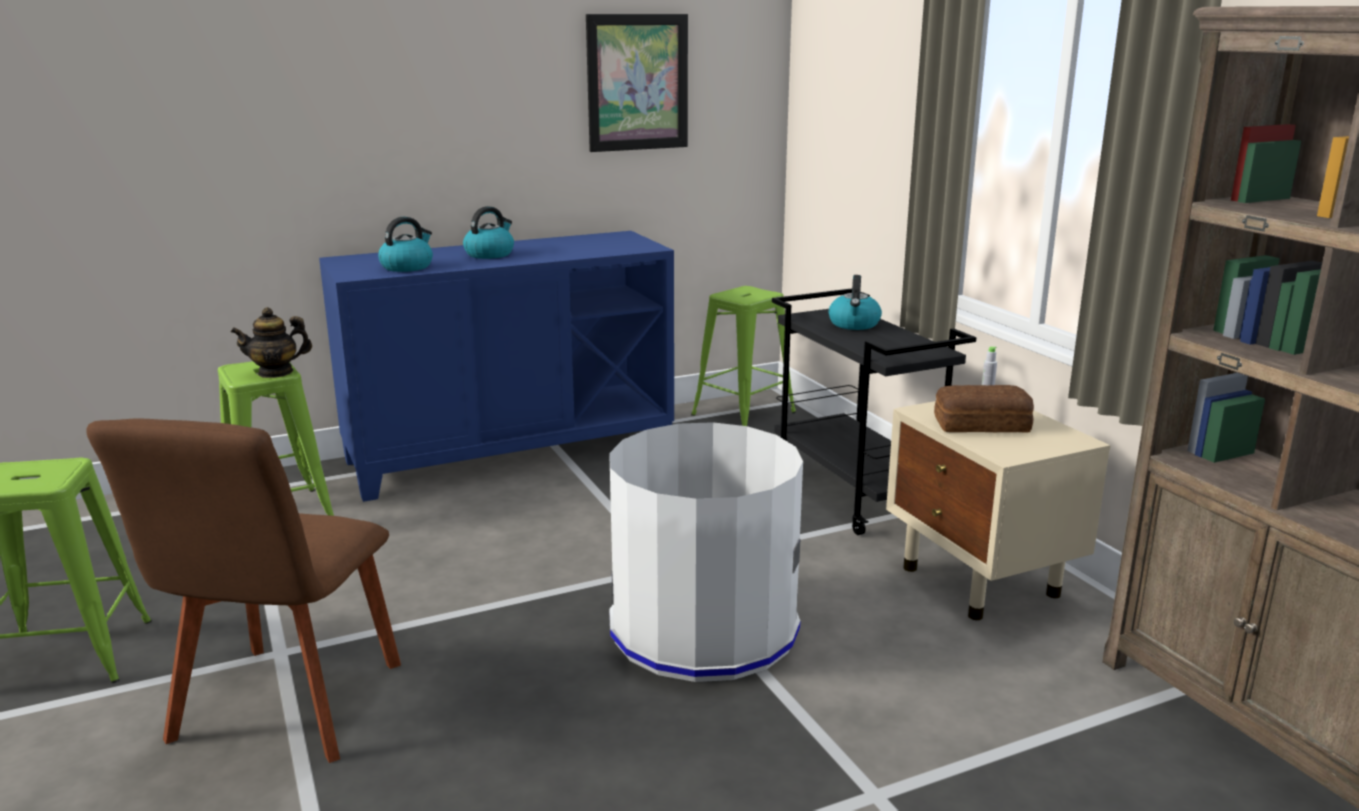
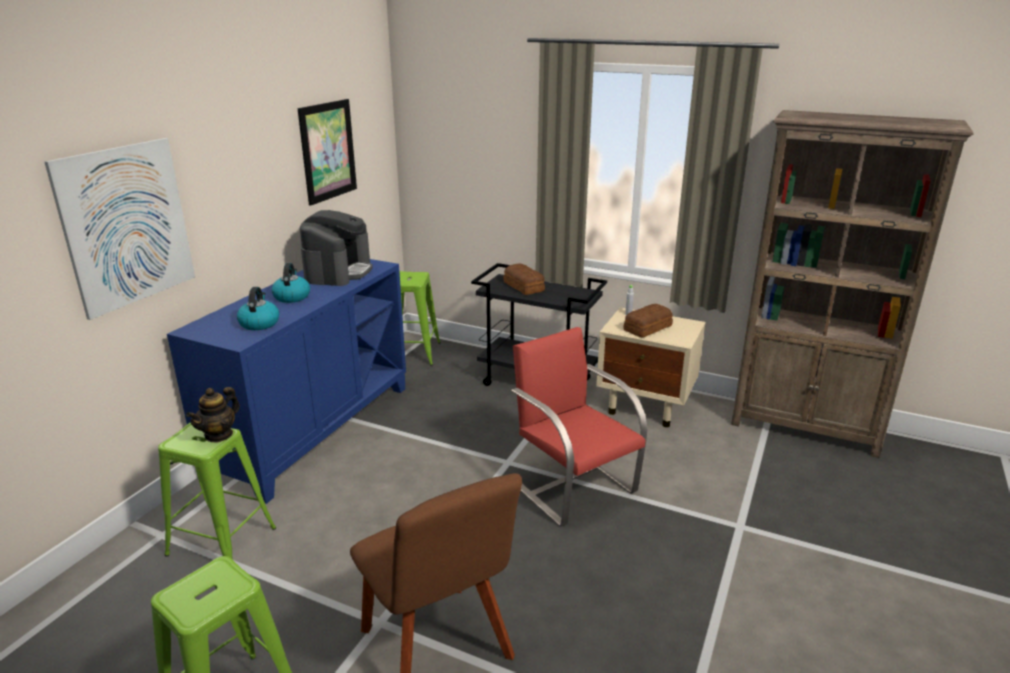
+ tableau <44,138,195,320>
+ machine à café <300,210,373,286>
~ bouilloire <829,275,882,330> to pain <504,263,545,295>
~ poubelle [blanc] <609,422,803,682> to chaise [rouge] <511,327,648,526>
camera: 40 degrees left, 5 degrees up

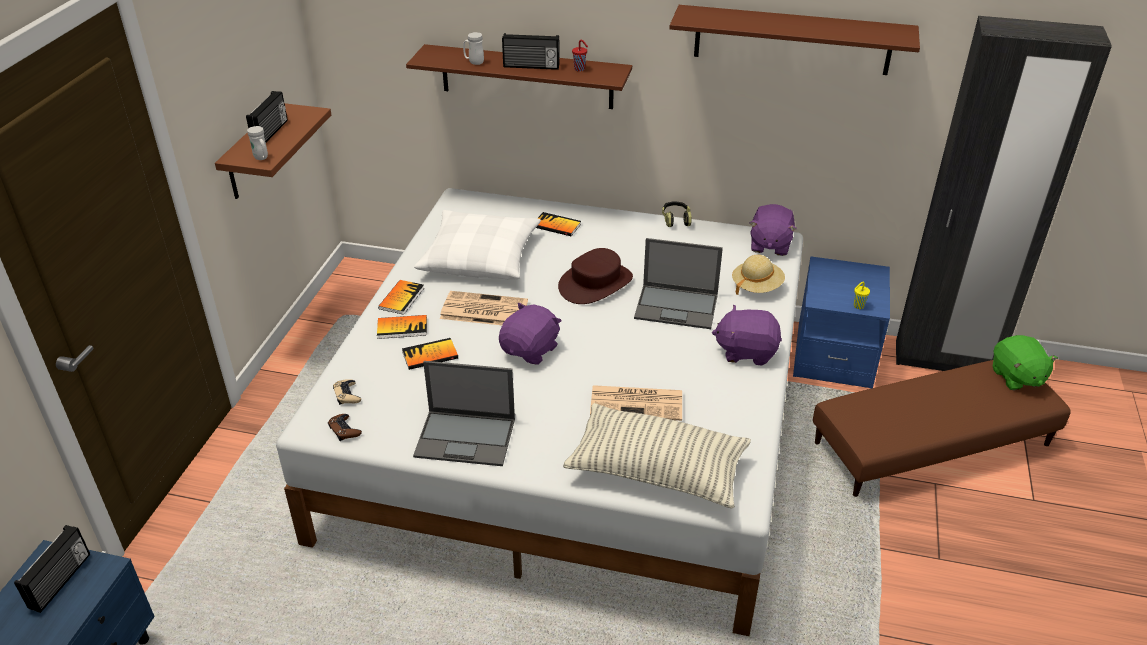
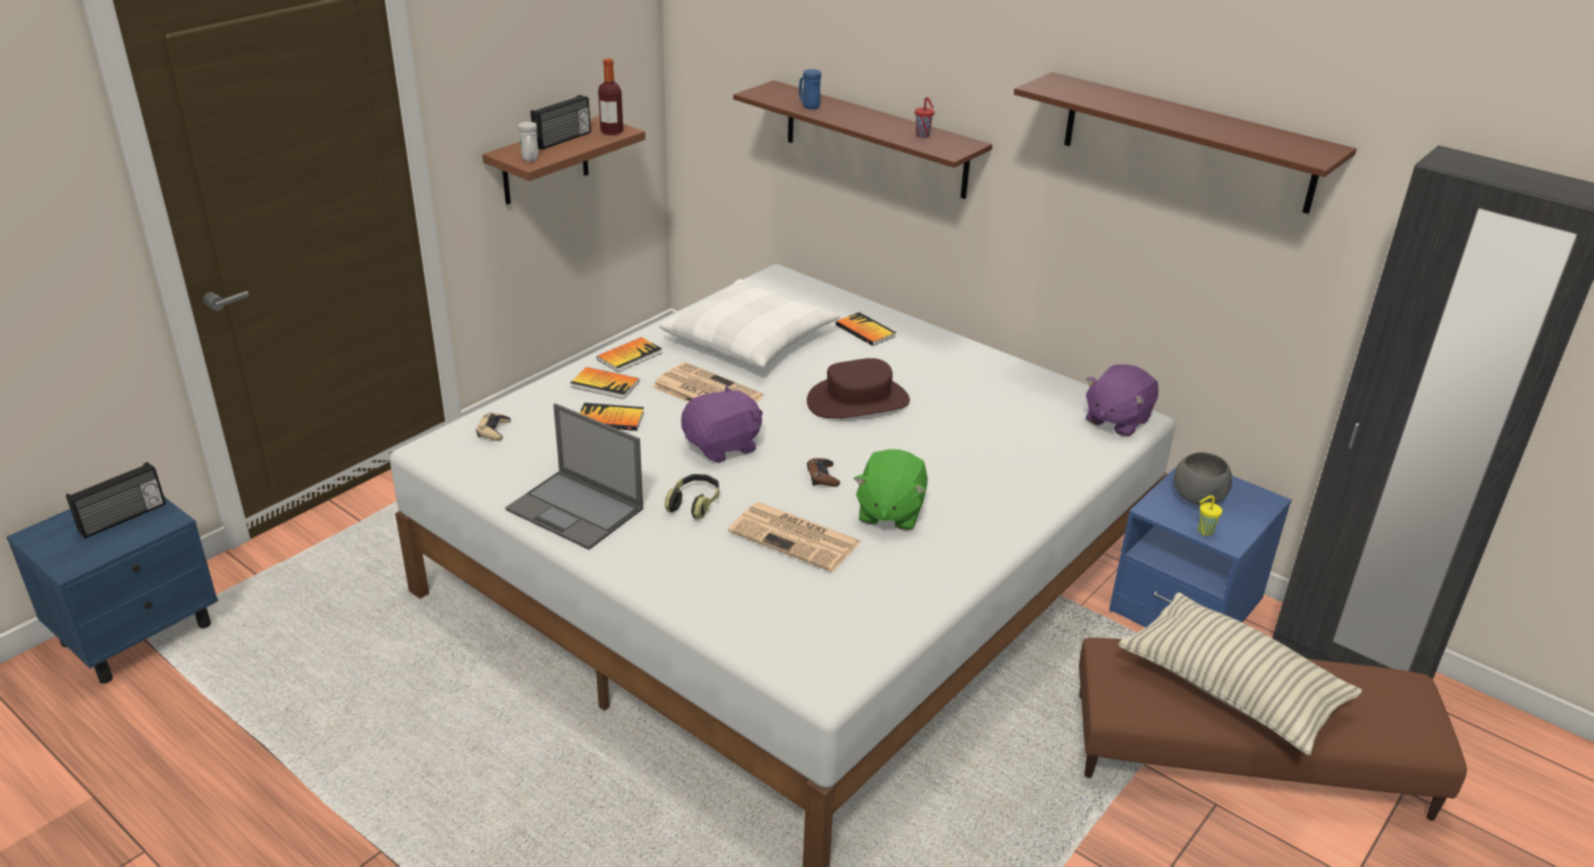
+ bouteille <598,59,623,135>
~ casque audio <662,201,692,227> to <665,474,719,519>
~ mug [blanc] <463,32,484,65> to mug [bleu] <799,69,821,110>
~ manette [marron] <328,414,362,441> to <807,458,840,487>
~ peluche [vert] <993,335,1058,391> to <854,449,928,530>
~ coussin <563,403,751,509> to <1118,592,1362,755>
+ bol [gris] <1174,452,1232,505>
- radio <502,33,560,70>
- ordinateur portable <634,238,723,329>
- peluche [violet] <712,304,782,366>
- chapeau [beige] <732,255,785,294>
camera: 25 degrees right, 5 degrees down

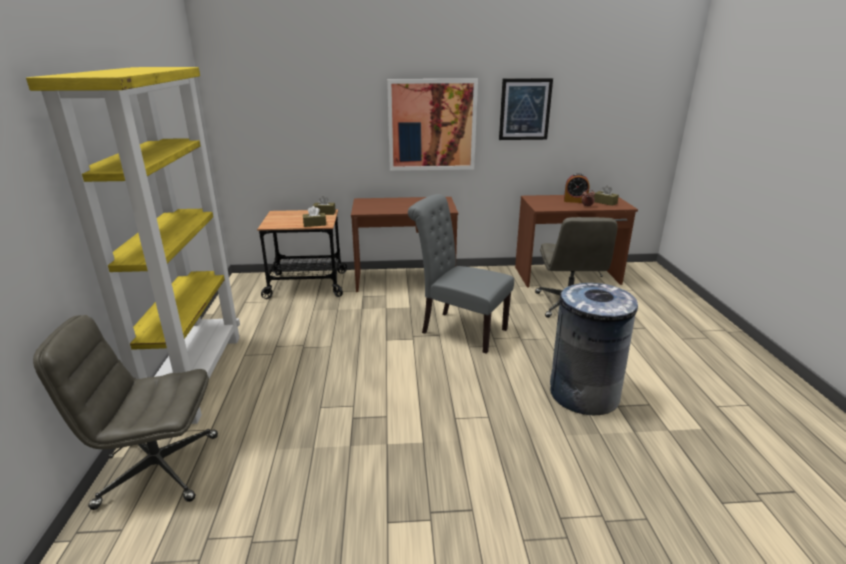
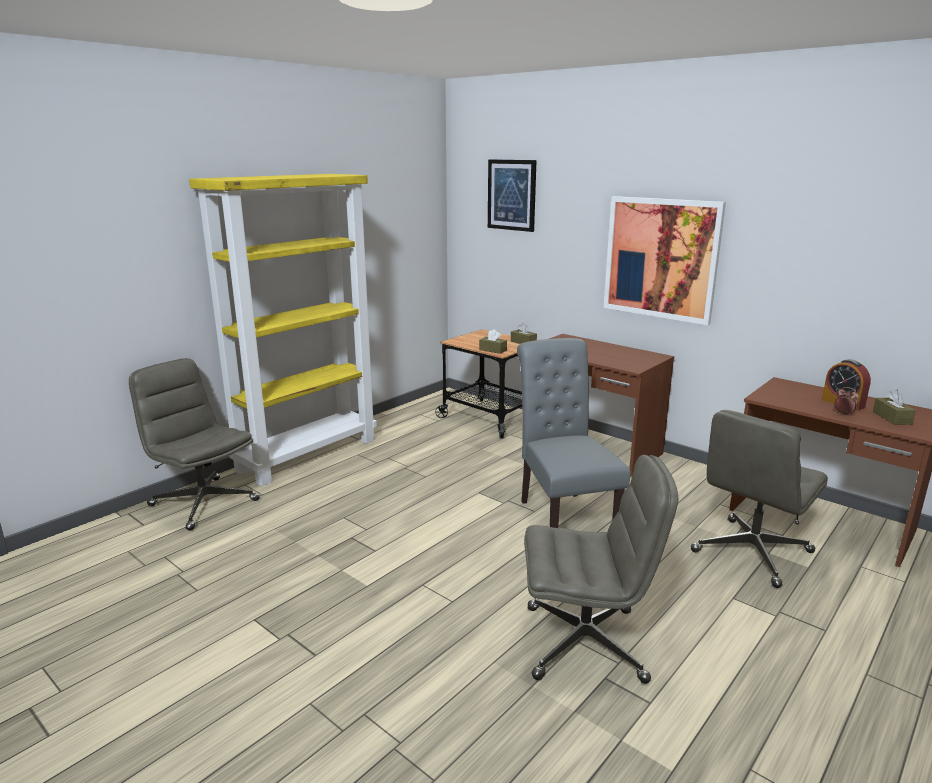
~ tableau <499,78,553,140> to <488,159,537,232>
~ poubelle [gris] <550,282,638,415> to chaise de bureau [gris] <524,455,678,684>
camera: 45 degrees right, 5 degrees down

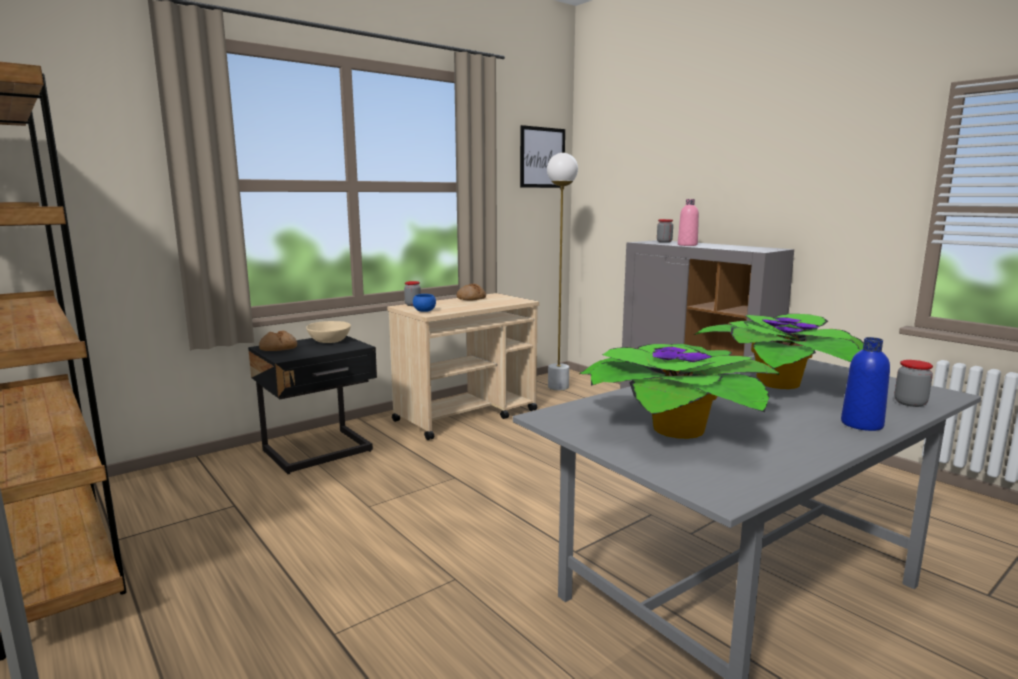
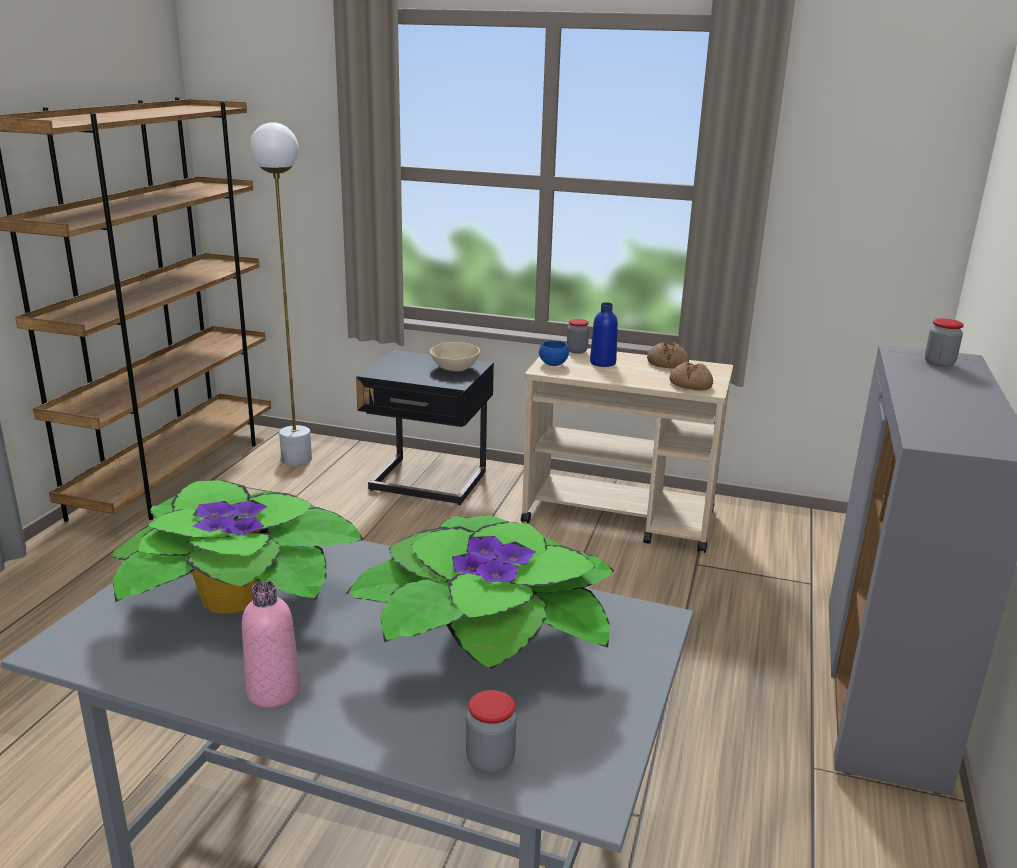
~ bouteille [rose] <678,199,699,246> to <242,581,300,708>
~ lampadaire [blanc] <547,153,578,391> to <250,122,312,466>
~ bouteille [bleu] <841,337,890,431> to <590,302,618,367>
~ pain <259,330,297,351> to <669,361,713,391>
- tableau <520,125,565,188>
camera: 55 degrees right, 10 degrees up

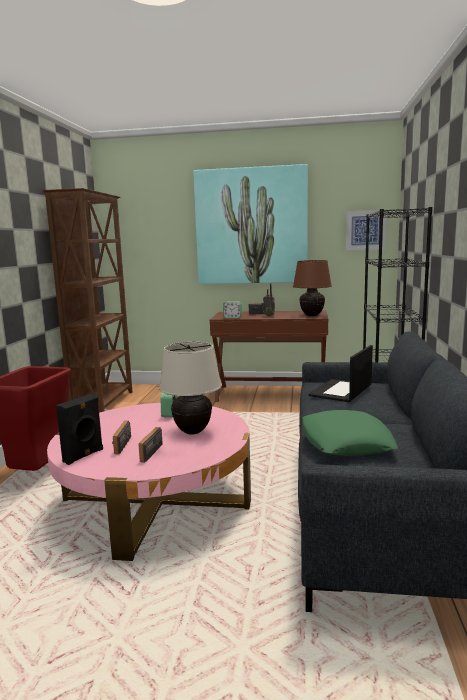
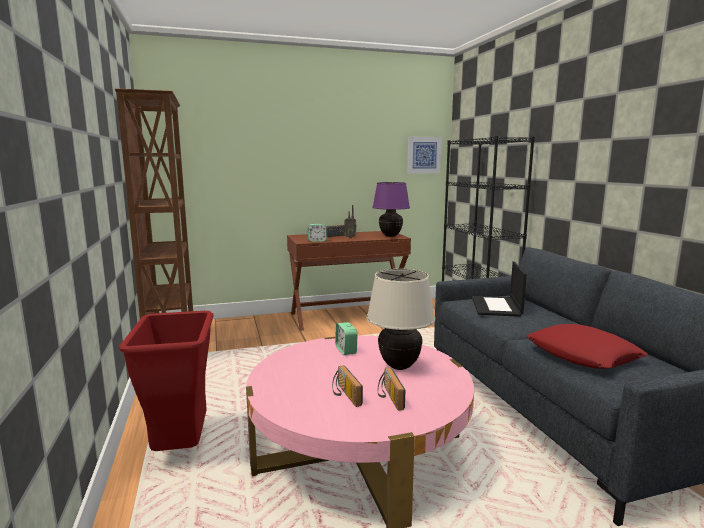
~ lampe de table [marron] <293,260,332,317> to lampe de table [violet] <372,182,410,237>
~ coussin [vert] <302,410,398,456> to coussin [rouge] <526,324,648,369>
- enceinte [noir] <56,394,103,465>
- tableau <193,164,308,284>
camera: 25 degrees left, 0 degrees up

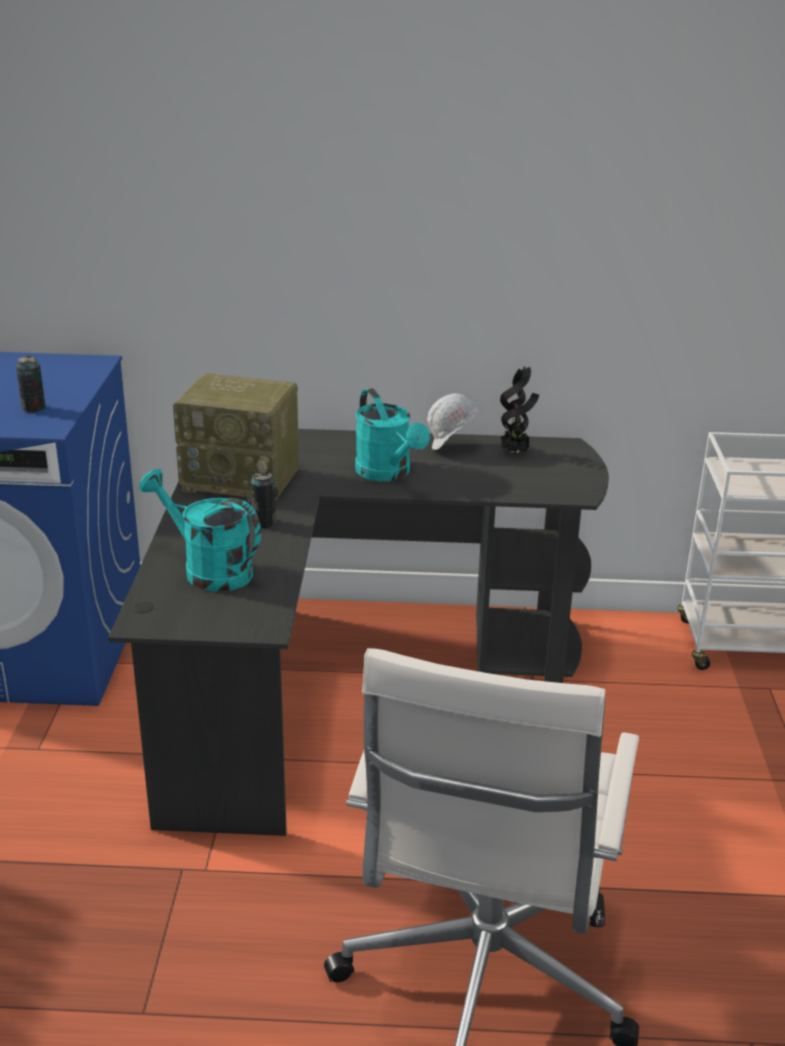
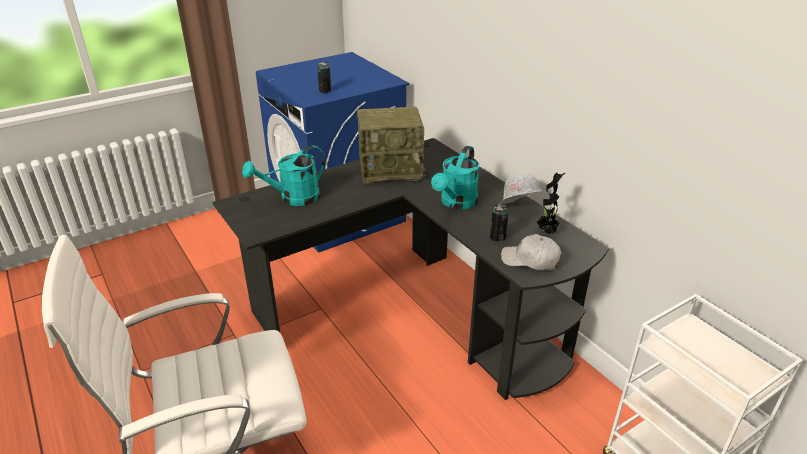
~ arrosoir [turquoise] <139,469,261,592> = <242,146,325,206> 120 degrees counterclockwise
~ radio <173,373,299,502> = <357,106,427,184> 75 degrees counterclockwise
~ boîte métallique <251,471,276,529> to <490,204,509,242>
+ casquette [blanc] <501,234,561,271>
camera: 55 degrees right, 5 degrees up

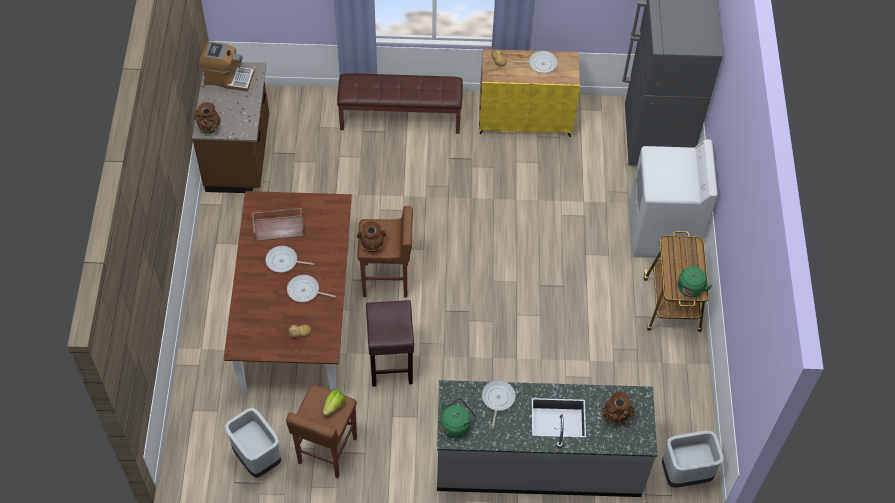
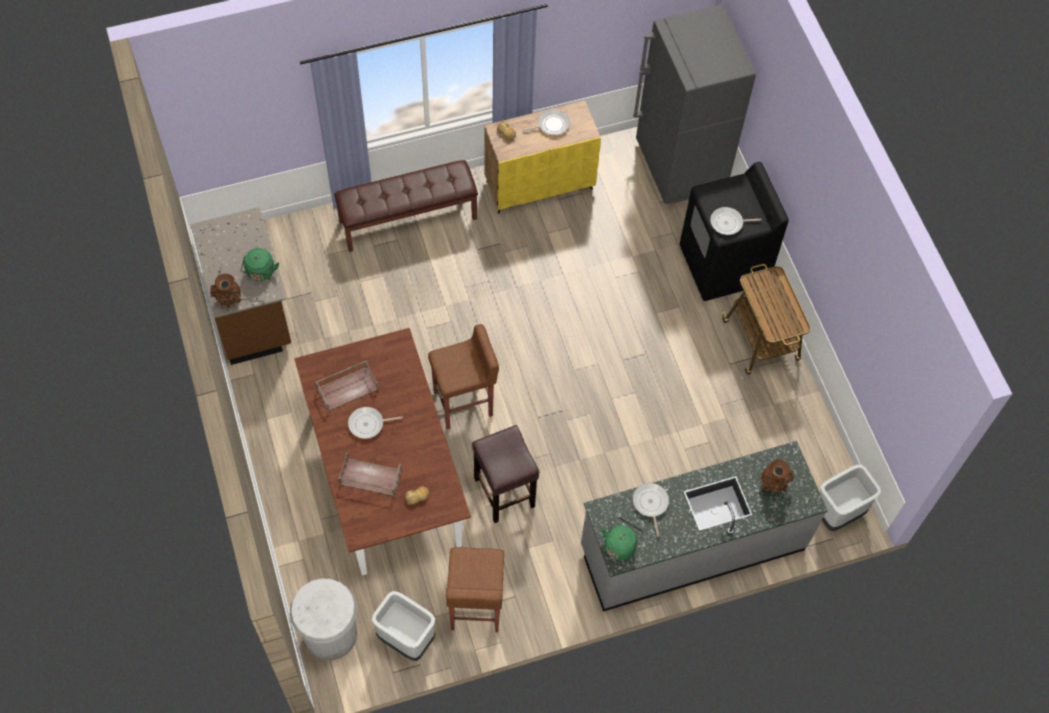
~ bouilloire [vert] <677,266,712,297> to <241,248,279,281>
+ poubelle [blanc] <290,578,357,661>
+ plateau [marron] <338,453,402,496>
~ lave-linge [blanc] <629,139,718,258> to lave-linge [noir] <680,162,789,301>
~ poêle <287,275,336,302> to <710,207,761,235>
- machine à café <199,41,254,92>
- laitue <323,390,345,416>
- vase [marron] <356,221,387,252>
camera: 20 degrees left, 5 degrees up

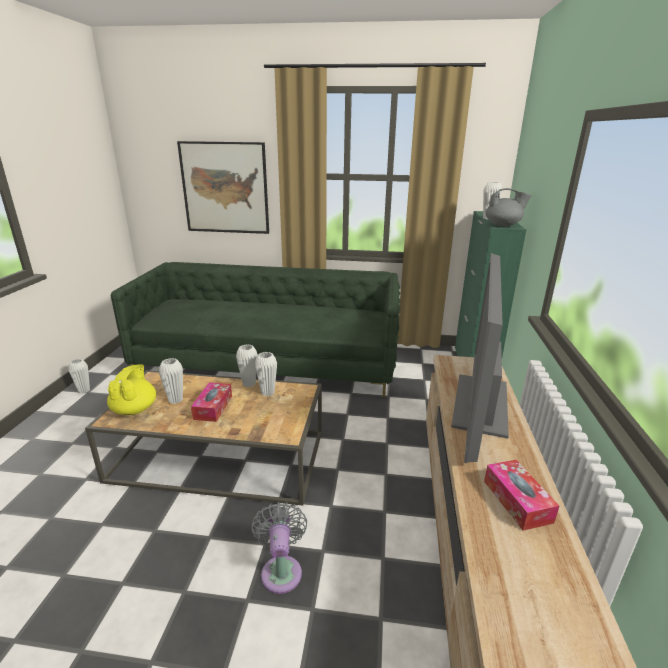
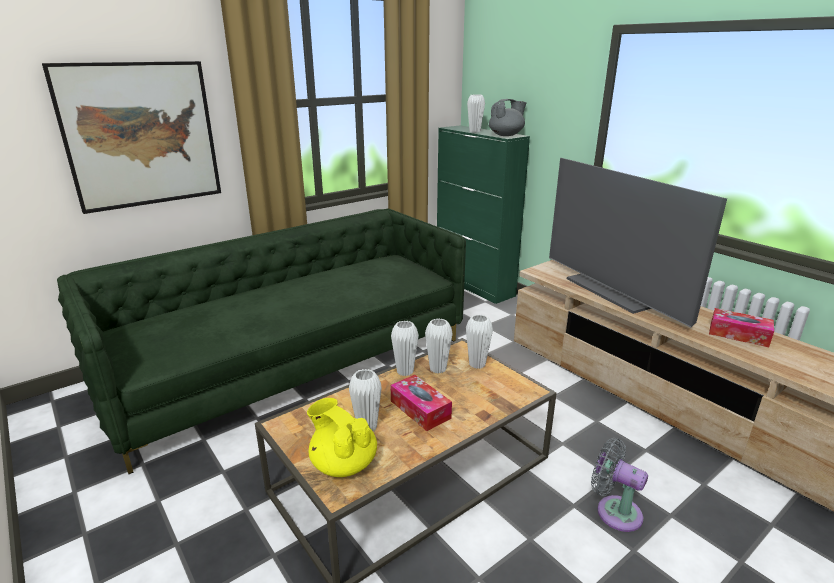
~ vase [blanc] <68,359,90,393> to <466,314,493,369>
camera: 45 degrees left, 0 degrees up

